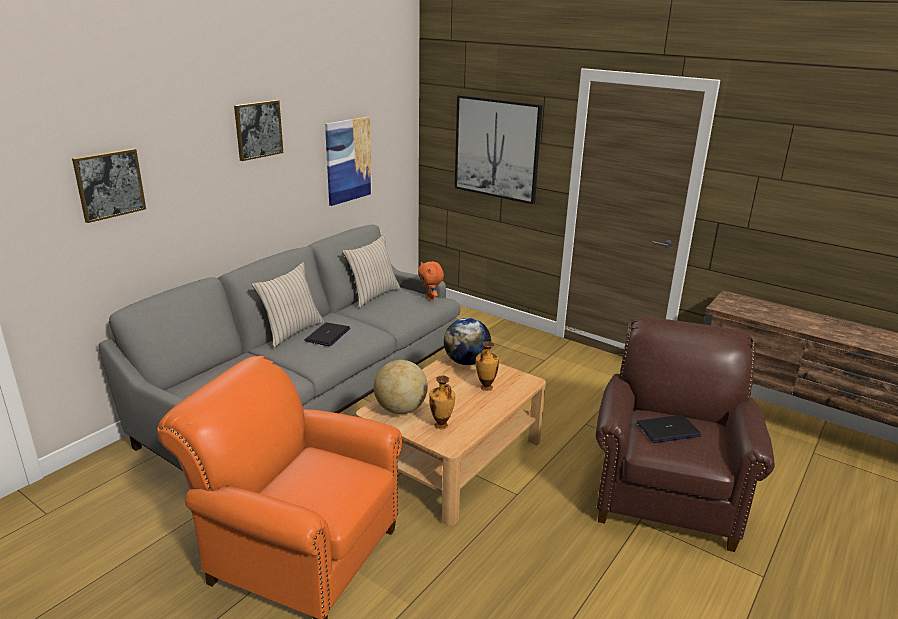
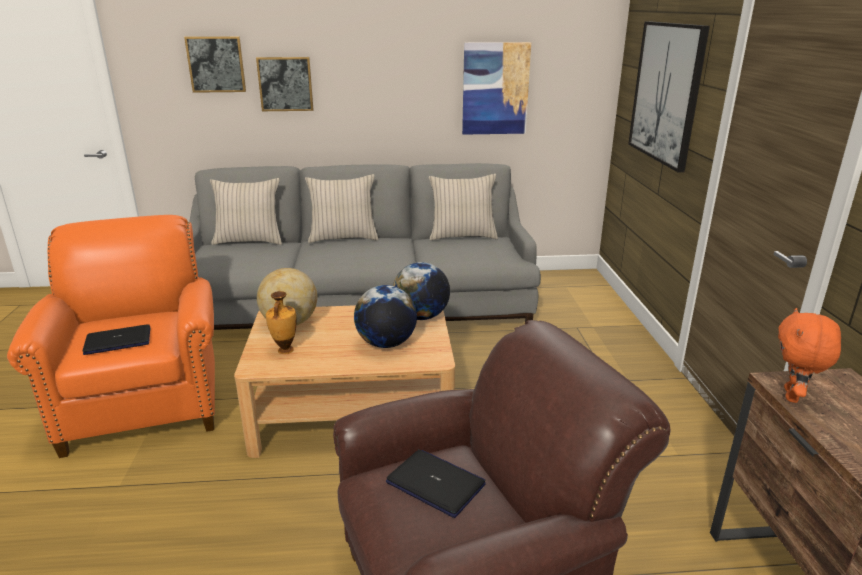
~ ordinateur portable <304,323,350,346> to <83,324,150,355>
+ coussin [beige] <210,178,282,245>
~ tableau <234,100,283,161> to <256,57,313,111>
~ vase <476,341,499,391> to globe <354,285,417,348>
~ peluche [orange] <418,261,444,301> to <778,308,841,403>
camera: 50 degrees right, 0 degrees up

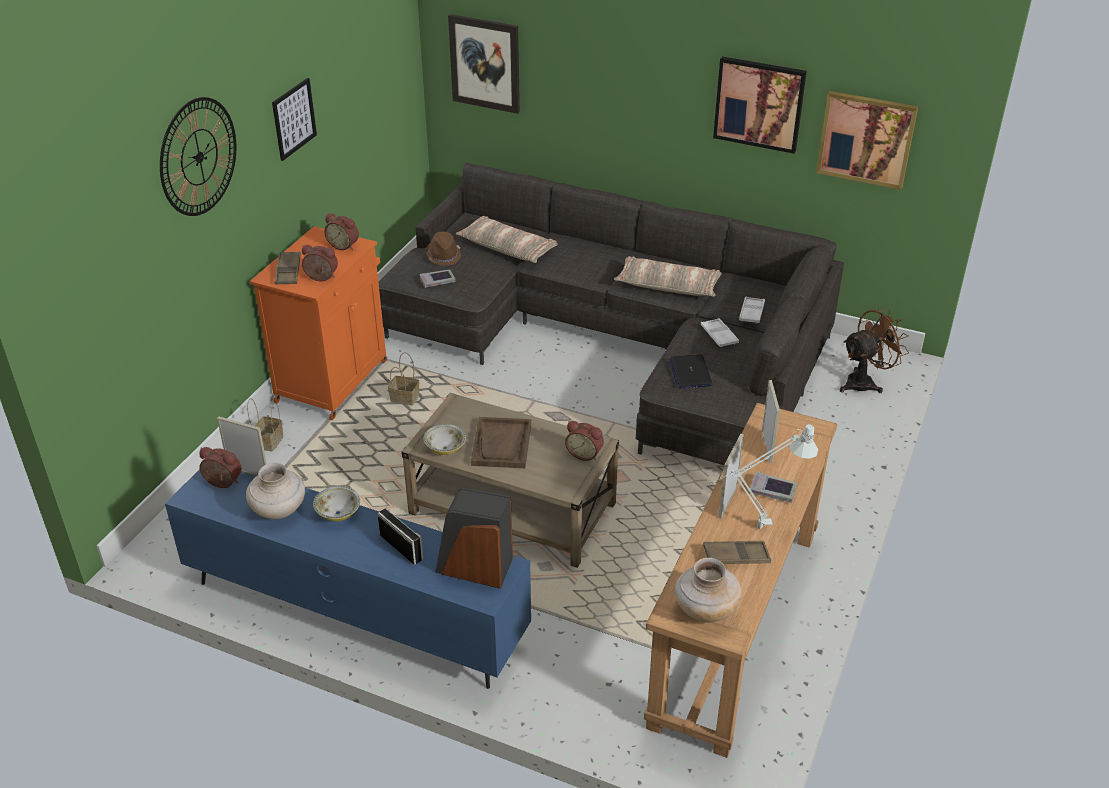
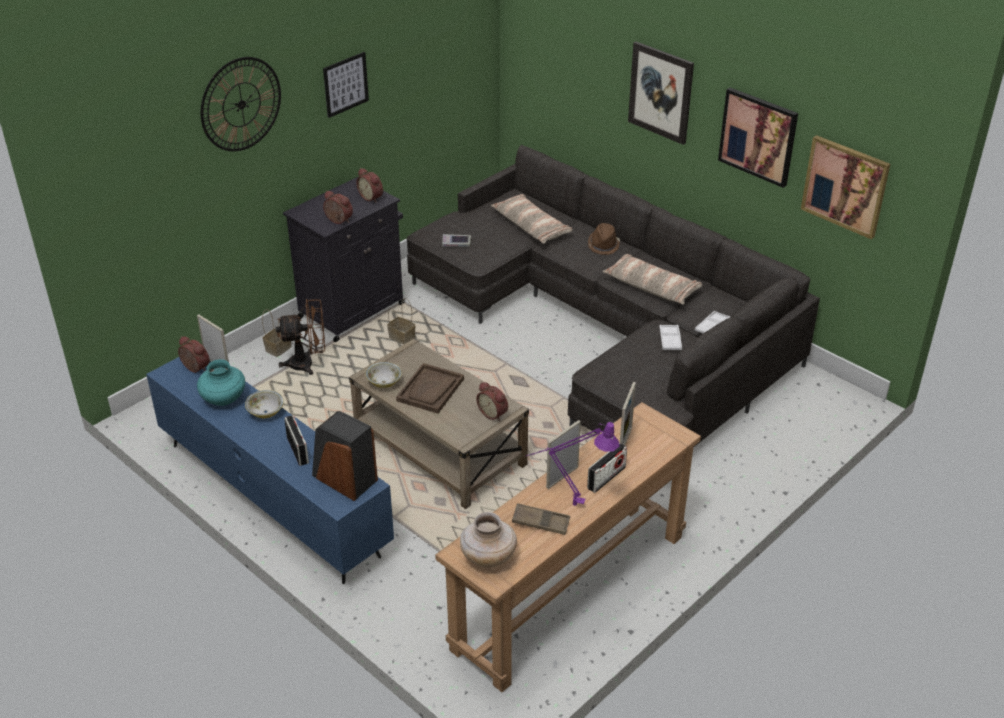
~ vase [beige] <246,463,305,519> to vase [turquoise] <197,359,245,406>
~ ventilateur [marron] <840,308,909,393> to <276,299,325,375>
~ meuble de rangement [orange] <250,226,387,420> to meuble de rangement [noir] <283,177,405,342>
~ lampe de table [blanc] <705,425,818,529> to lampe de table [violet] <526,422,619,506>
~ livre <749,472,798,503> to radio <587,443,627,493>
~ chapeau [marron] <426,232,461,266> to <588,223,620,255>
~ tableau <448,14,520,114> to <628,41,694,145>
- plateau [marron] <275,251,301,284>
- ordinateur portable <669,354,713,388>
camera: 20 degrees right, 0 degrees up

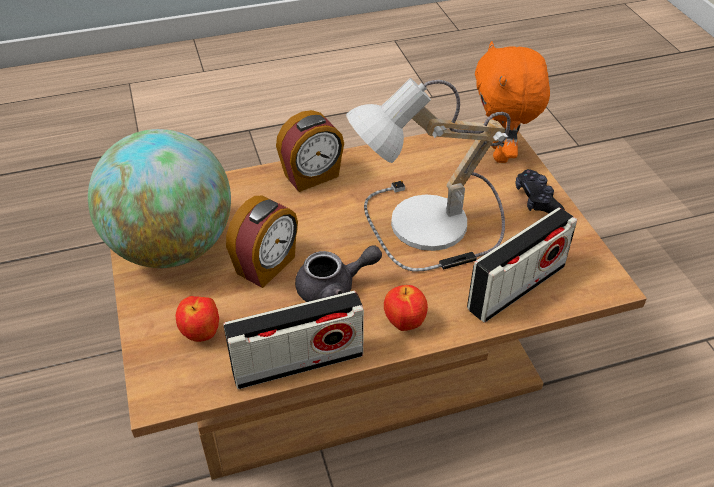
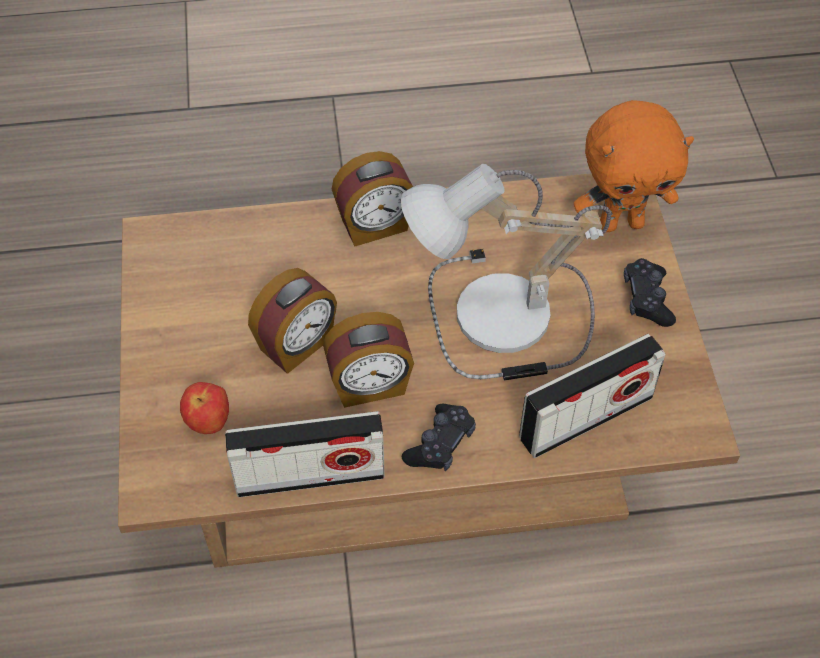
~ théière [gris] <295,245,382,302> to réveil <323,312,414,408>
~ pomme <384,285,428,331> to manette [noir] <402,404,476,471>
~ peluche [orange] <475,41,550,163> = <574,100,694,232> 105 degrees counterclockwise
- globe <88,129,231,268>
camera: 10 degrees right, 10 degrees up

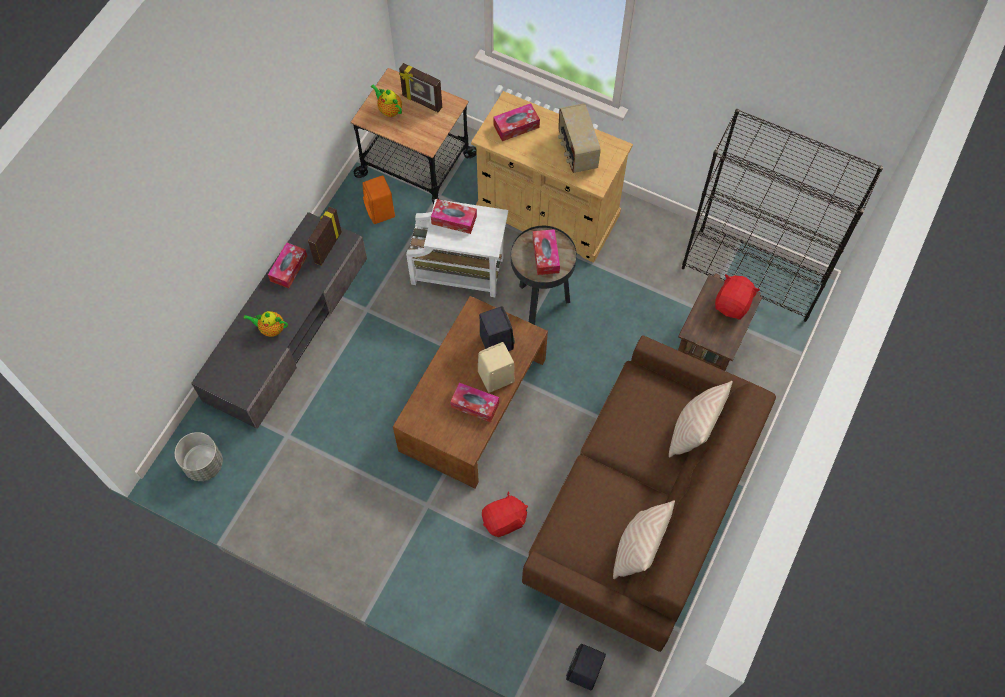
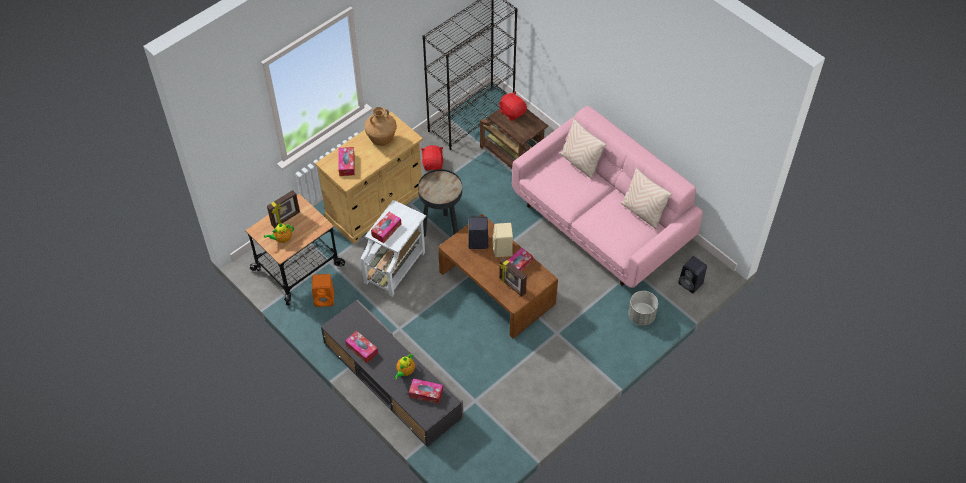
~ radio <558,103,601,173> to vase [marron] <364,107,397,146>
~ boîte à mouchoirs <533,229,560,275> to <409,378,443,404>
~ peluche [rouge] <482,491,528,537> to <421,145,444,170>
~ cadre photo <308,207,342,266> to <499,257,527,297>
~ canapé [marron] <522,335,776,652> to canapé [rose] <512,106,703,288>
~ cache-pot [gris] <175,432,223,481> to <628,291,658,326>
camera: 70 degrees left, 10 degrees down

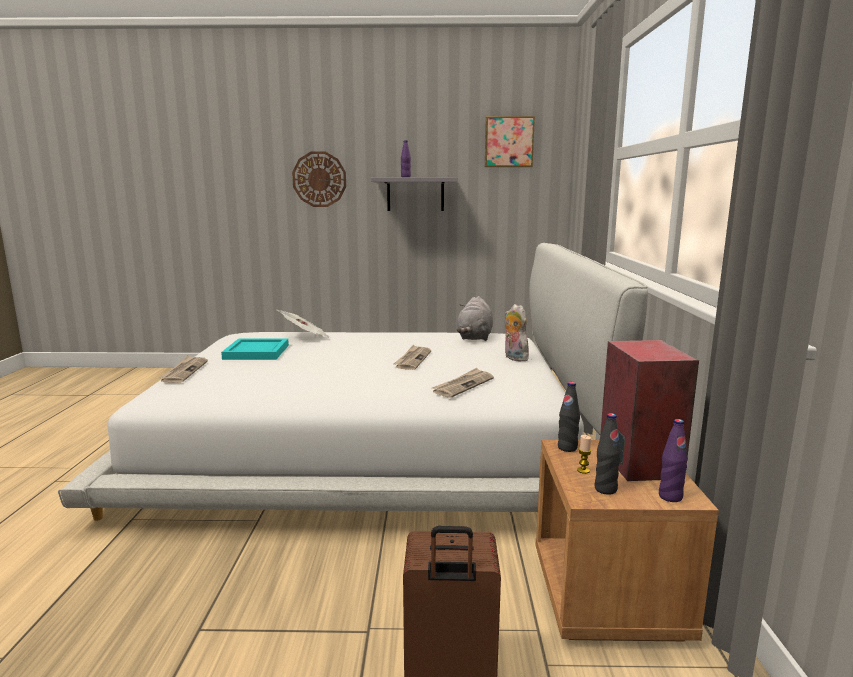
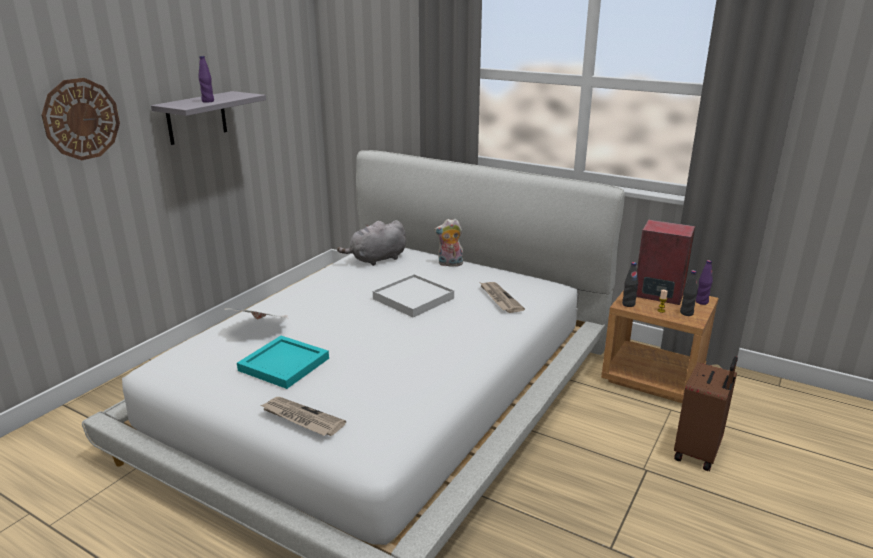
~ peluche [gris] <457,296,493,341> = <337,220,406,266> 105 degrees clockwise
~ journal <393,345,431,370> to plateau [blanc] <373,274,454,317>
- tableau <485,116,535,167>
camera: 60 degrees left, 10 degrees up

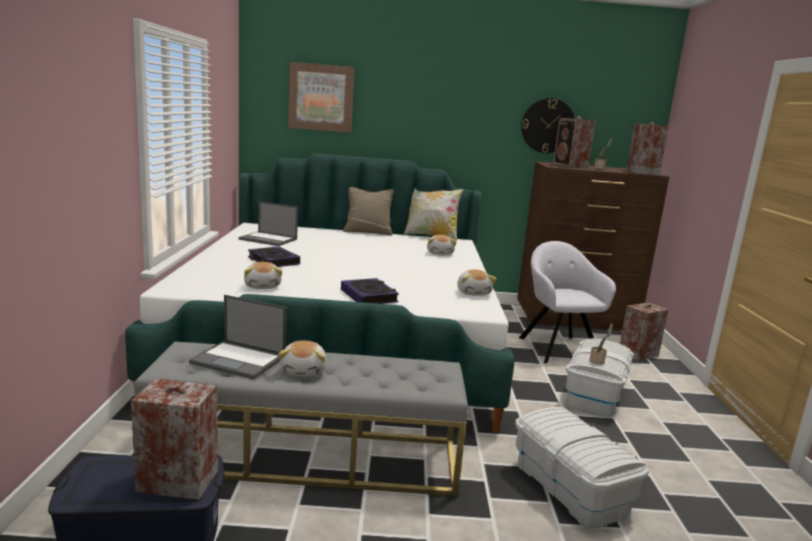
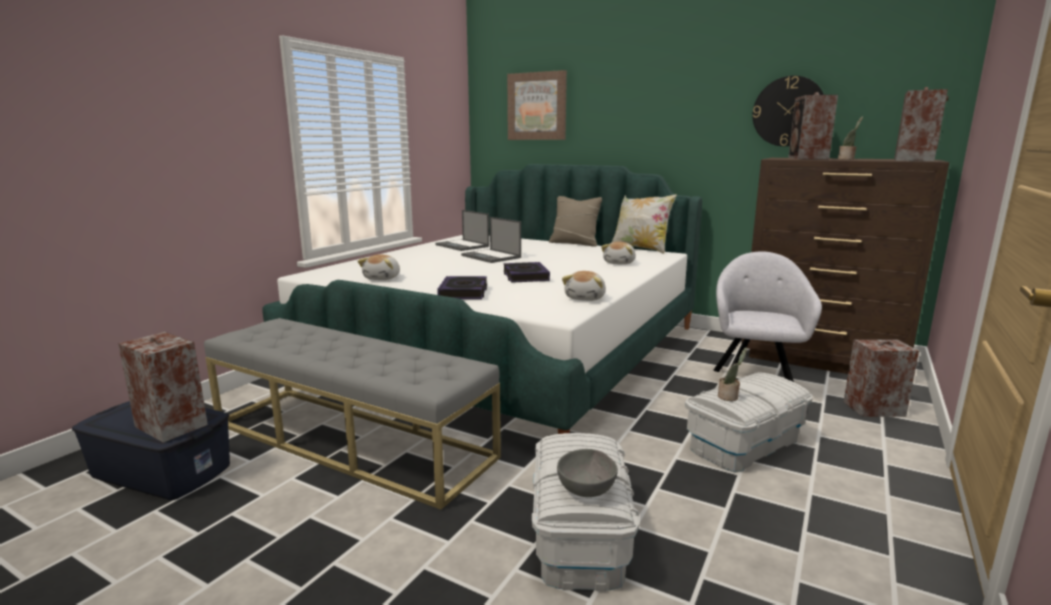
~ ordinateur portable <189,295,287,379> to <461,217,521,263>
~ livre <248,246,300,267> to <504,262,550,283>
+ bol [gris] <557,449,618,497>
- peluche <278,341,327,377>
camera: 30 degrees right, 0 degrees up

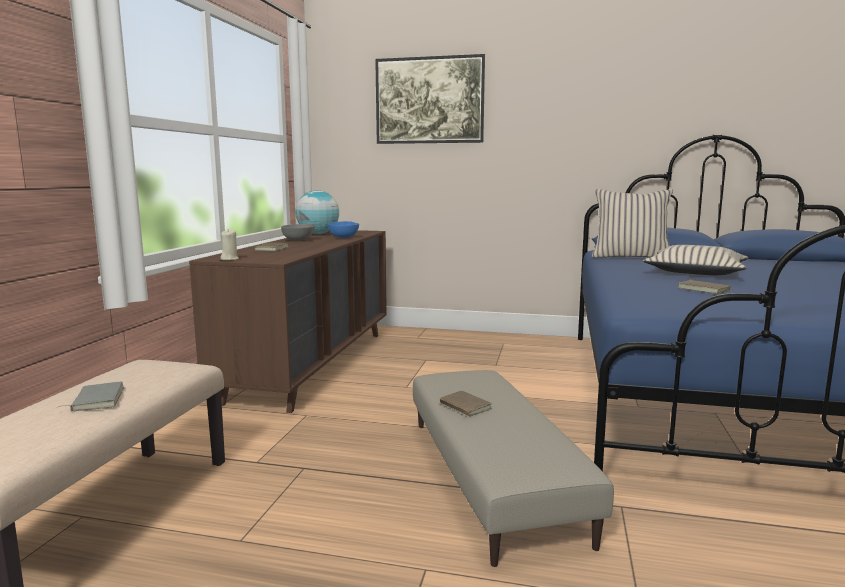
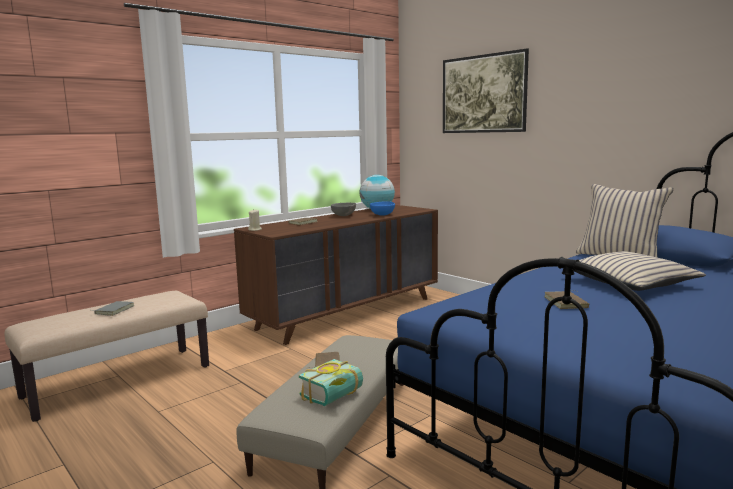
+ livre <299,359,363,406>
camera: 35 degrees right, 0 degrees up

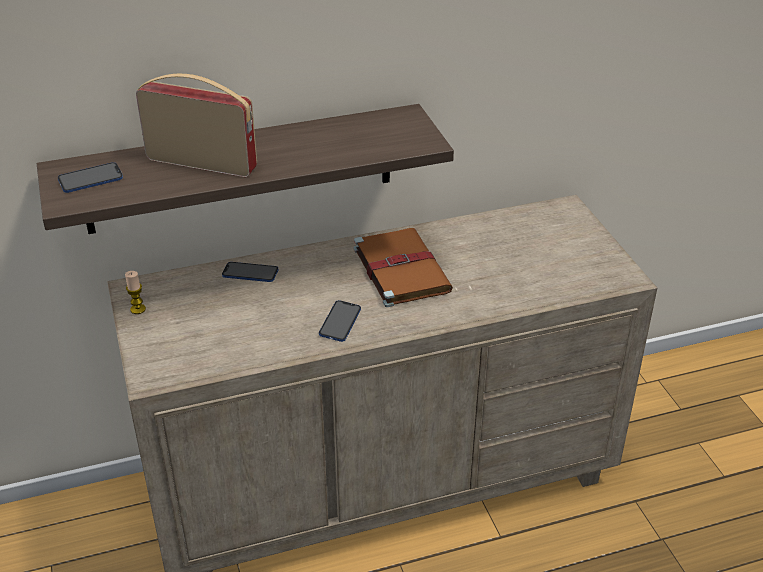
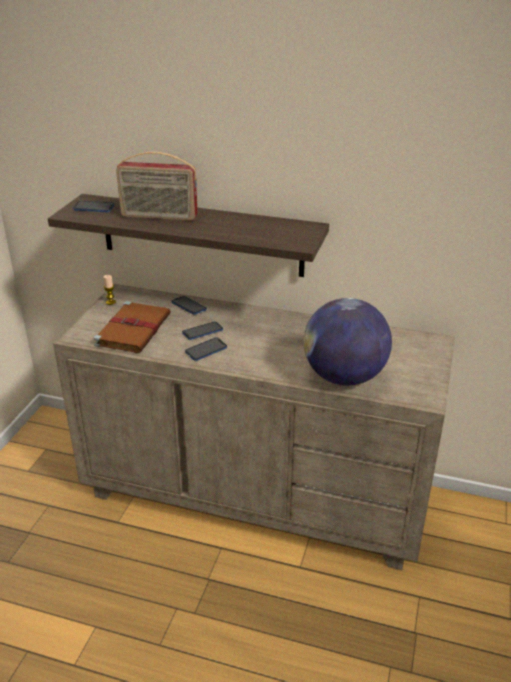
~ livre [marron] <353,228,453,307> to <93,301,171,353>
~ radio <136,74,257,177> = <116,152,198,221> 135 degrees clockwise
+ téléphone <182,322,223,340>
+ globe <304,298,392,386>
camera: 35 degrees right, 5 degrees down

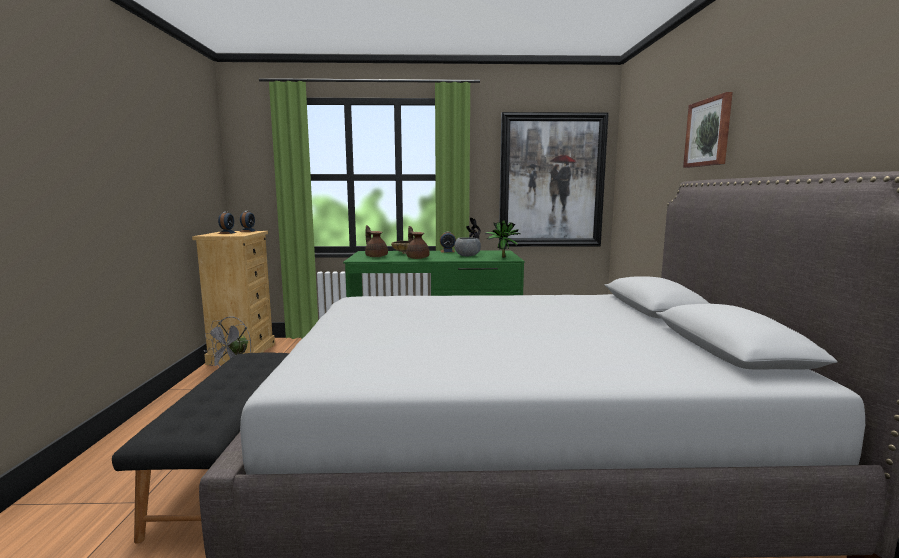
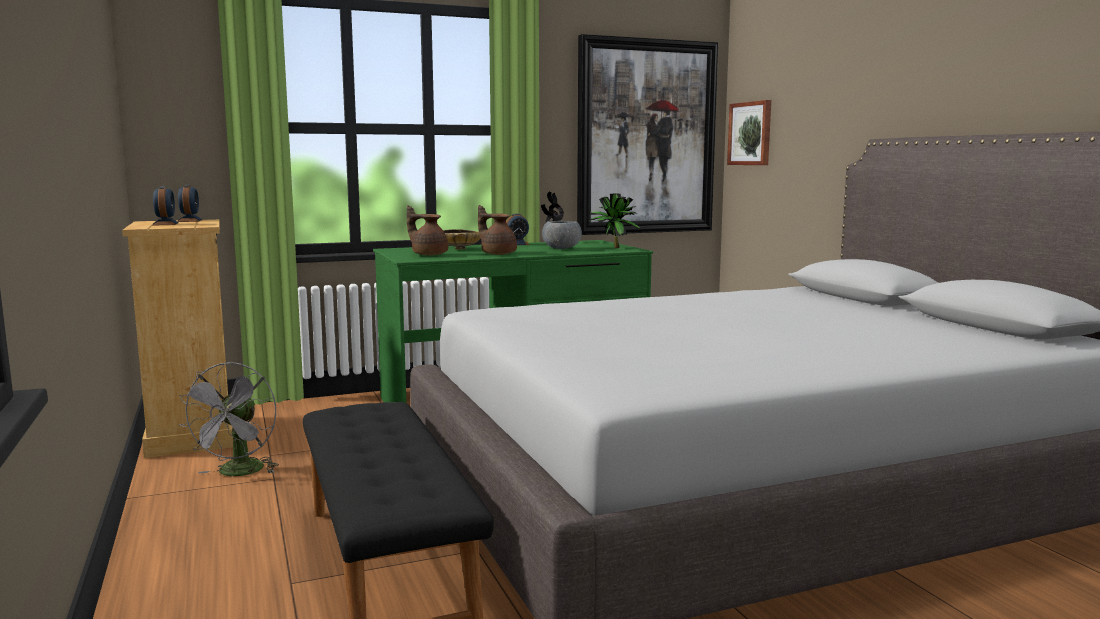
~ tableau <683,92,733,168> to <727,100,771,165>
camera: 20 degrees left, 0 degrees up

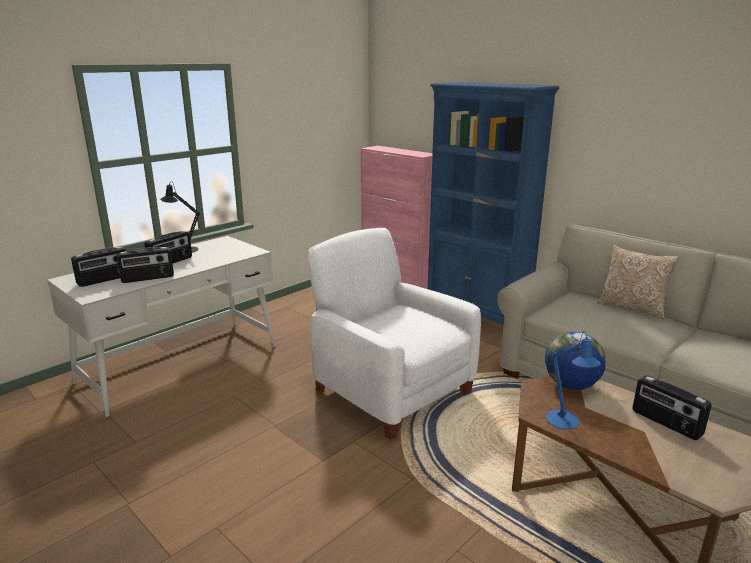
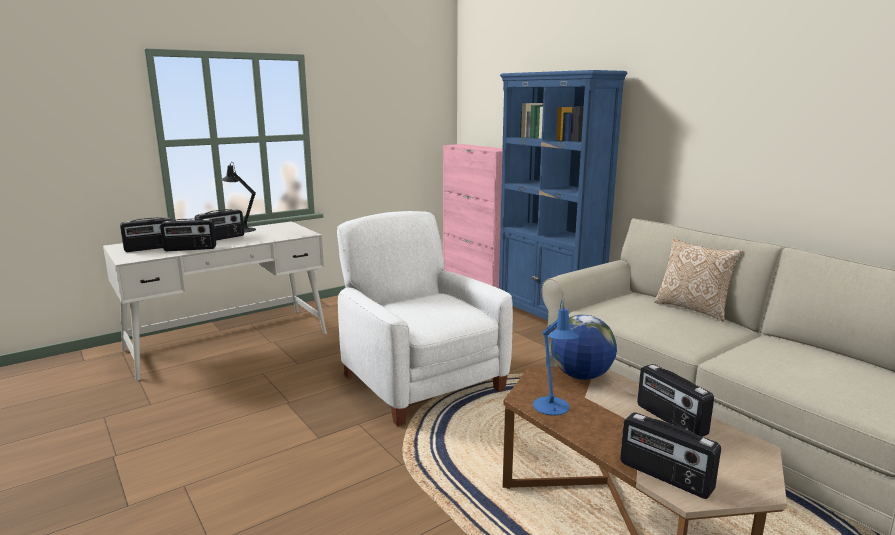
+ radio <620,412,721,499>
camera: 10 degrees right, 5 degrees down

